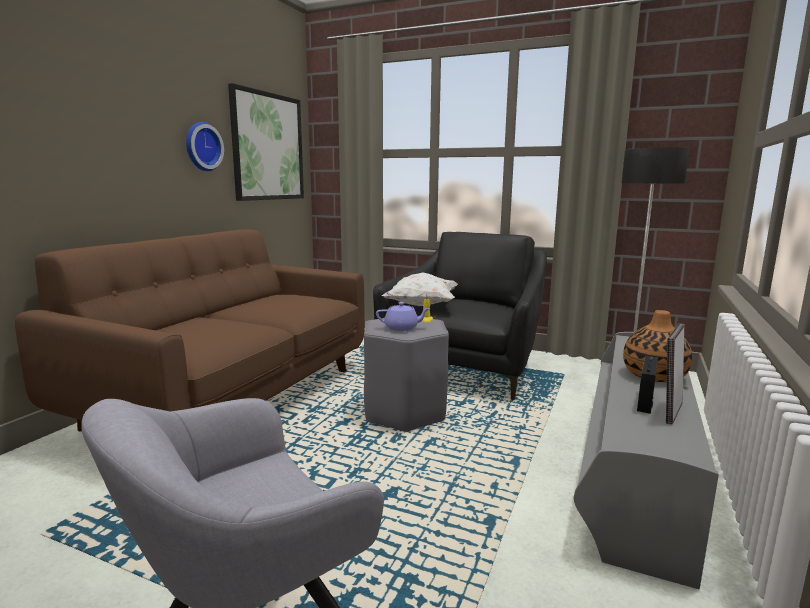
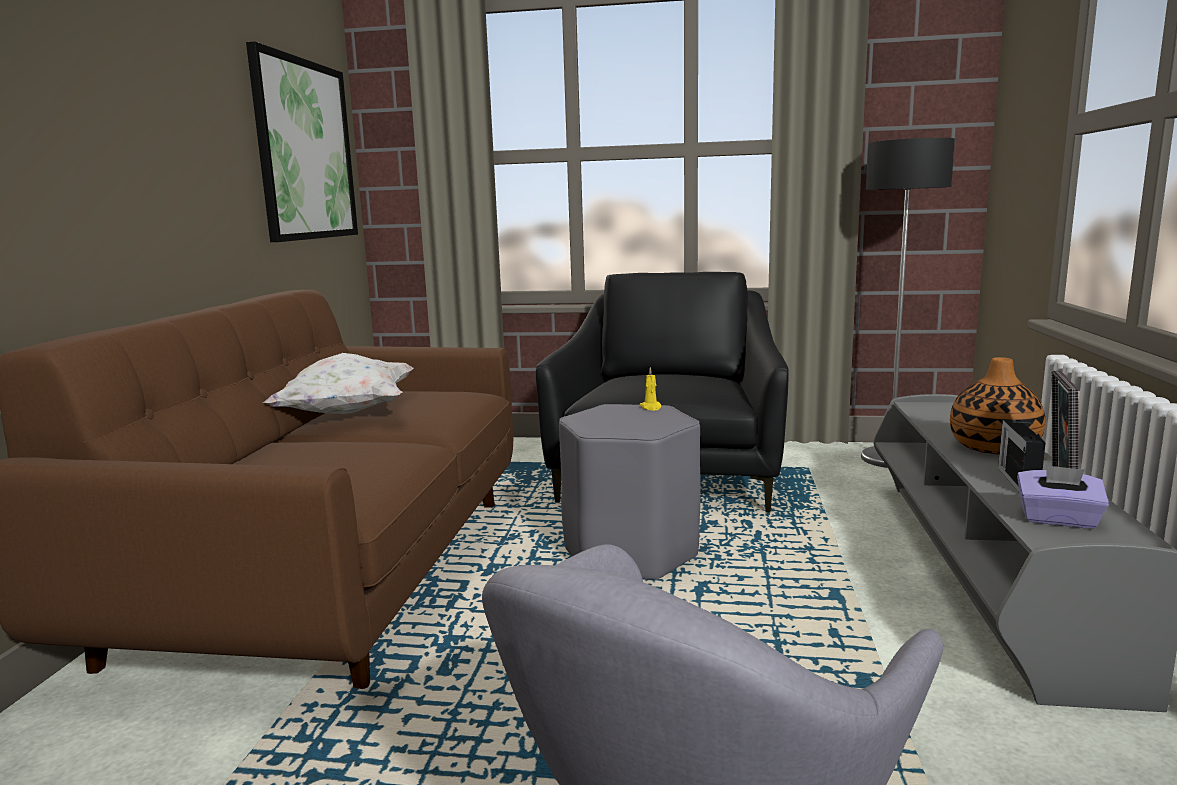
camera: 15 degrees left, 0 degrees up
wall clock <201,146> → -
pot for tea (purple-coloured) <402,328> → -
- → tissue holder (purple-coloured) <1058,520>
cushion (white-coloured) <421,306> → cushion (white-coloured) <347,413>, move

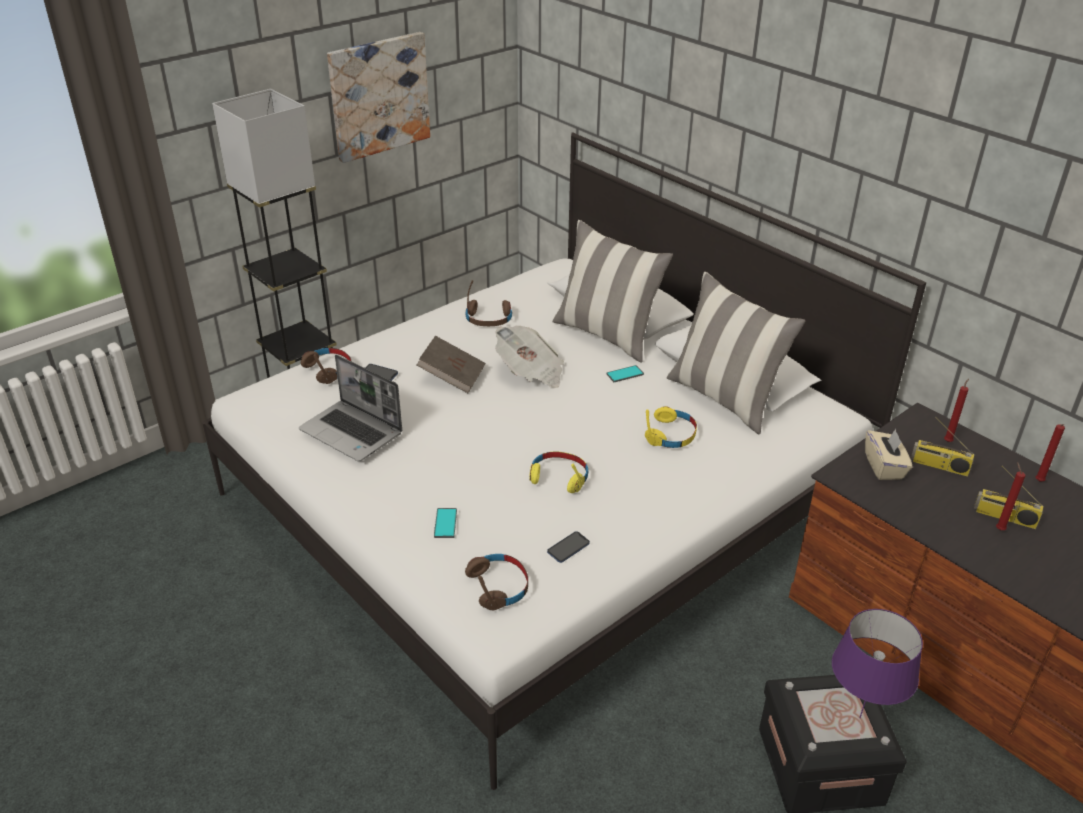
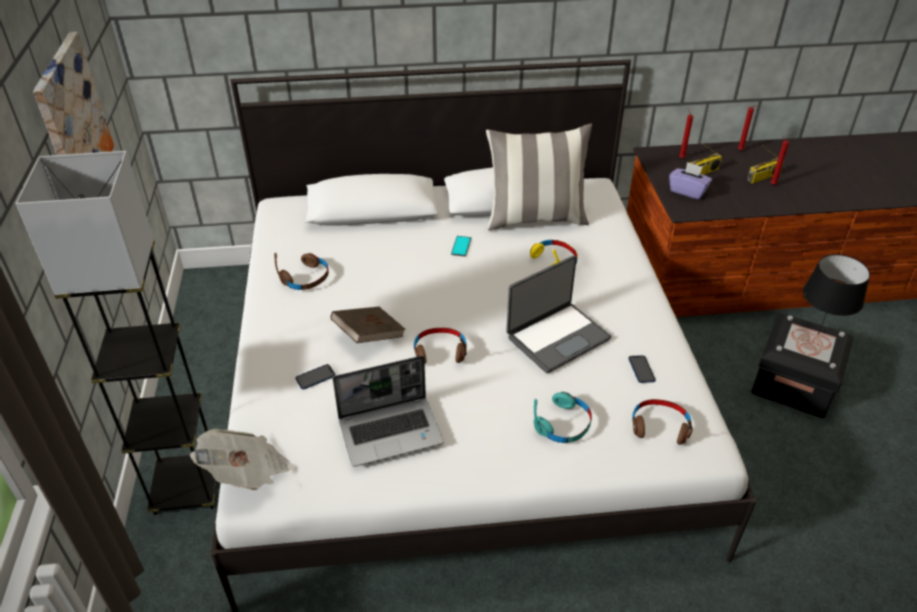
camera: 55 degrees left, 5 degrees up
cushion <607,335> → -
headphones (brown-coloured) <329,370> → headphones (brown-coloured) <440,351>, move
printed paper <530,372> → printed paper <247,473>, move
phone <445,523> → headphones (turquoise) <563,424>
headphones (yellowish) <559,477> → notebook computer <557,337>
table lamp (purple-coloured) <860,718> → table lamp (black-coloured) <818,335>
tissue holder (sand-coloured) <884,467> → tissue holder (purple-coloured) <687,191>

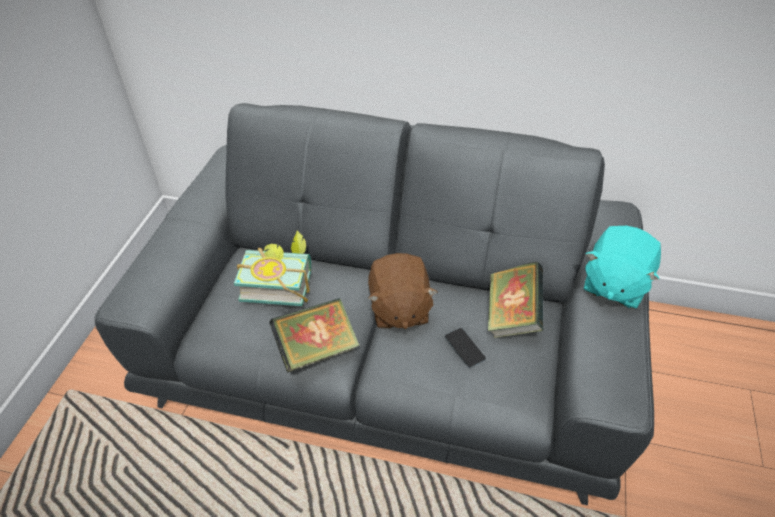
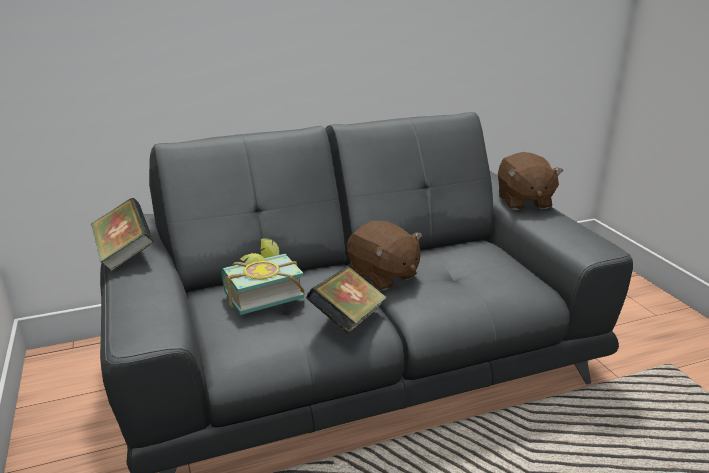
camera: 35 degrees left, 20 degrees down
phone <464,348> → -
book <512,315> → book <125,254>, move
plush toy (turquoise) <614,284> → plush toy (brown-coloured) <523,202>

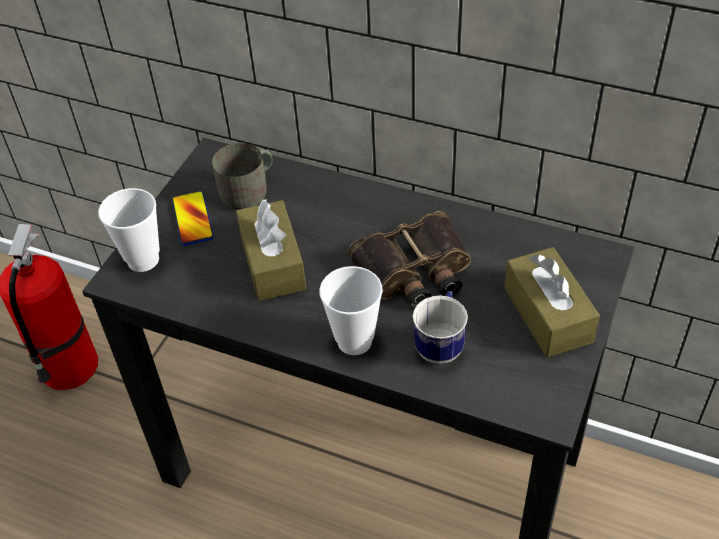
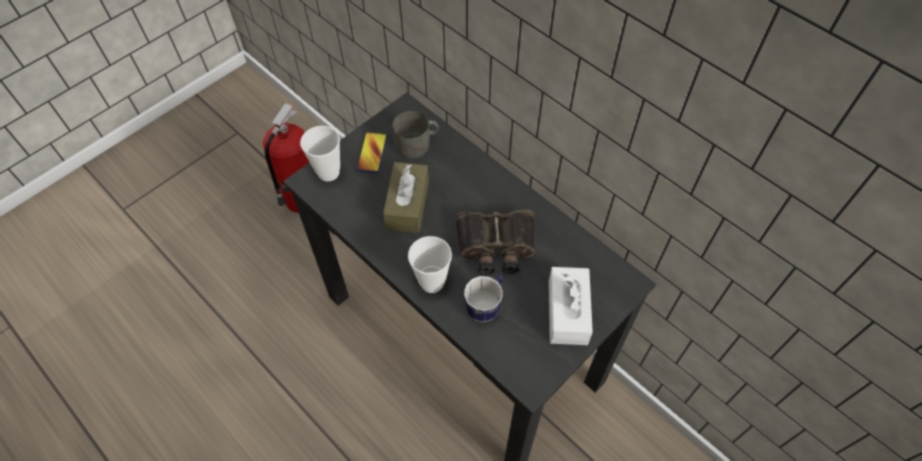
camera: 20 degrees right, 10 degrees up
tissue holder (brown-coloured) <547,314> → tissue holder (white-coloured) <567,312>

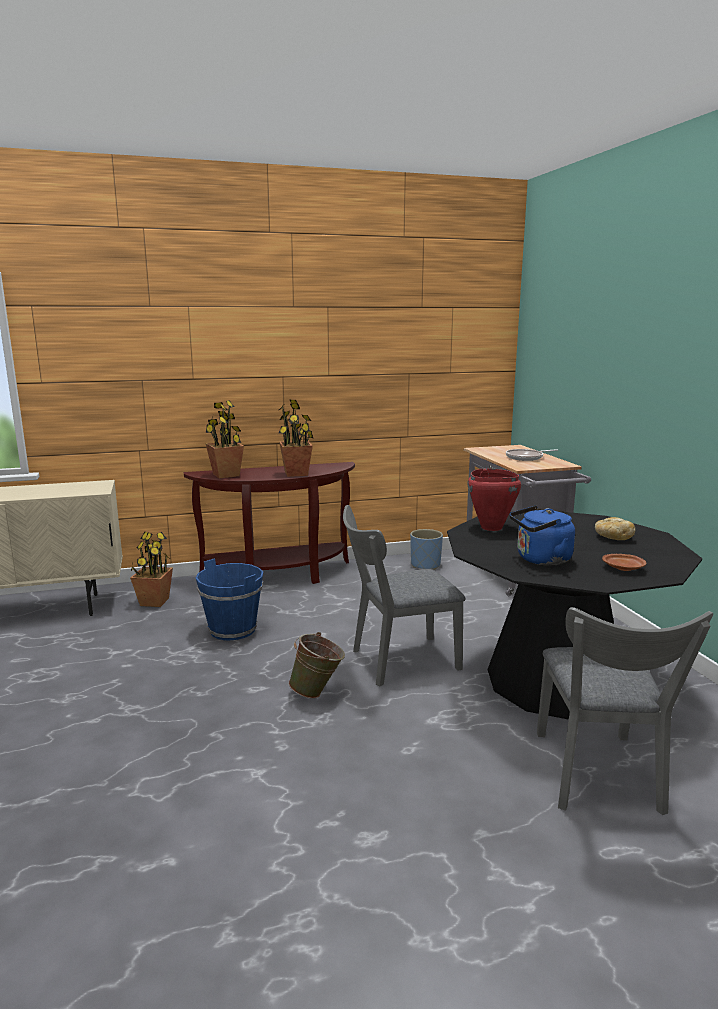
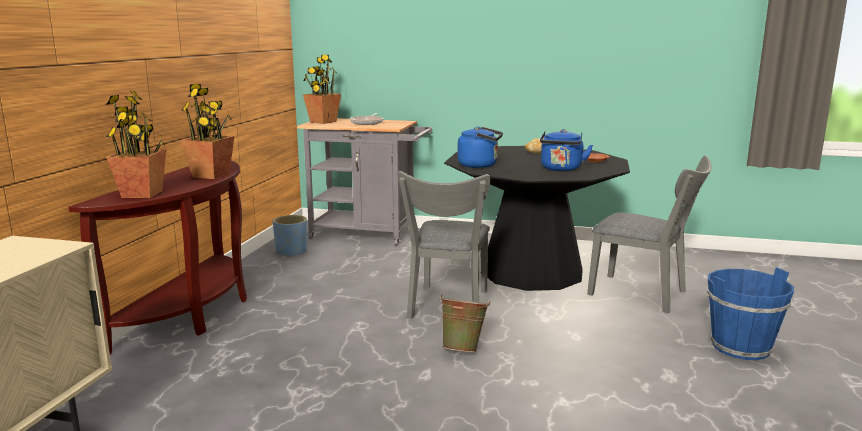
camera: 60 degrees left, 0 degrees up
plant in a pot <154,602> → plant in a pot <323,122>, move
pail (bluish) <233,629> → pail (bluish) <740,347>, move
cooking pot (red) <491,528> → water kettle (bluish) <480,165>

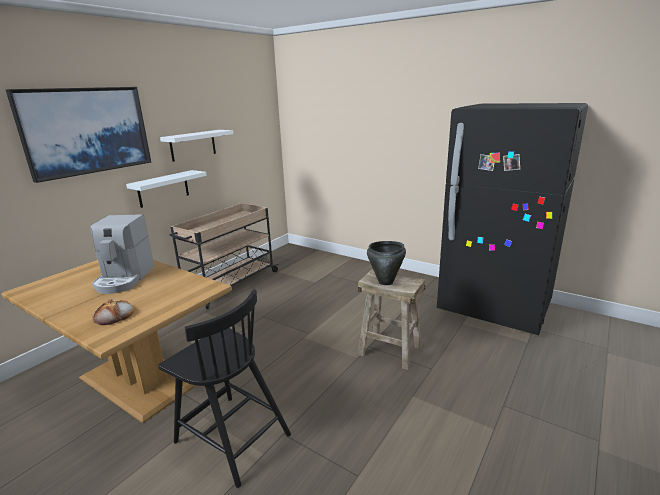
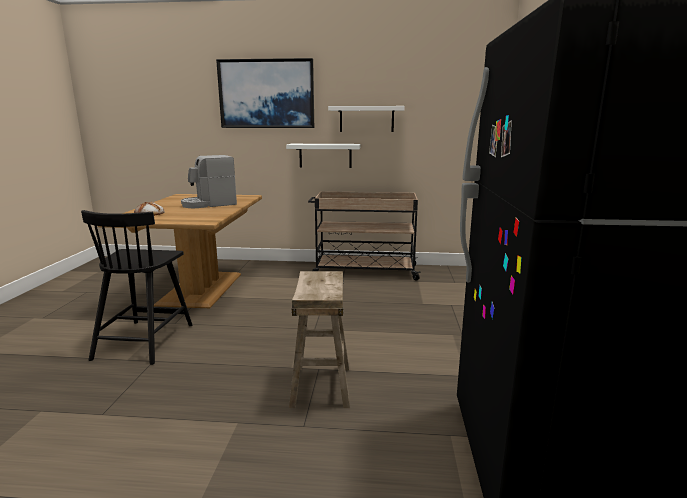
camera: 60 degrees right, 5 degrees down
cooking pot (black-coloured) <386,282> → -

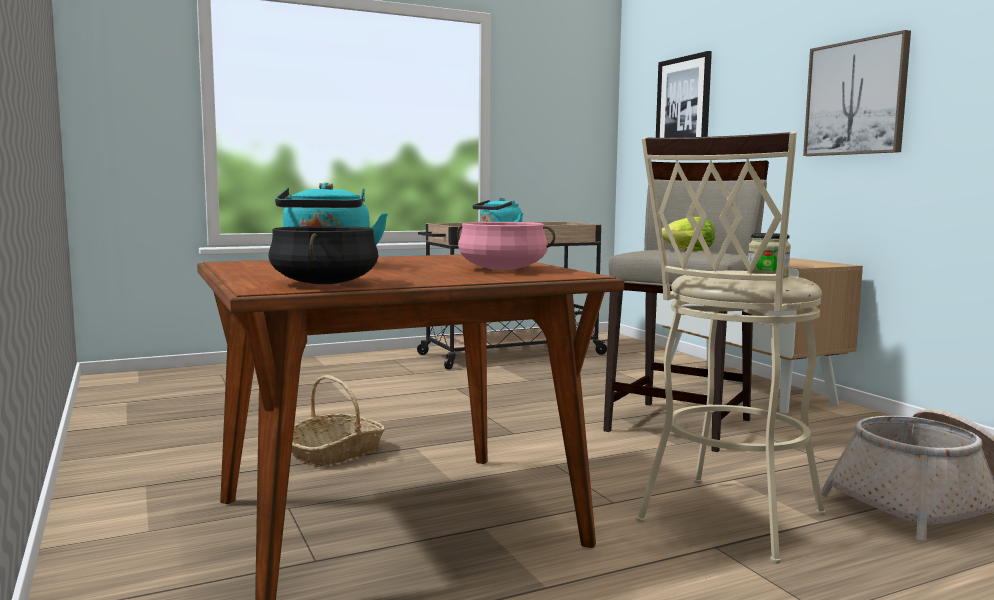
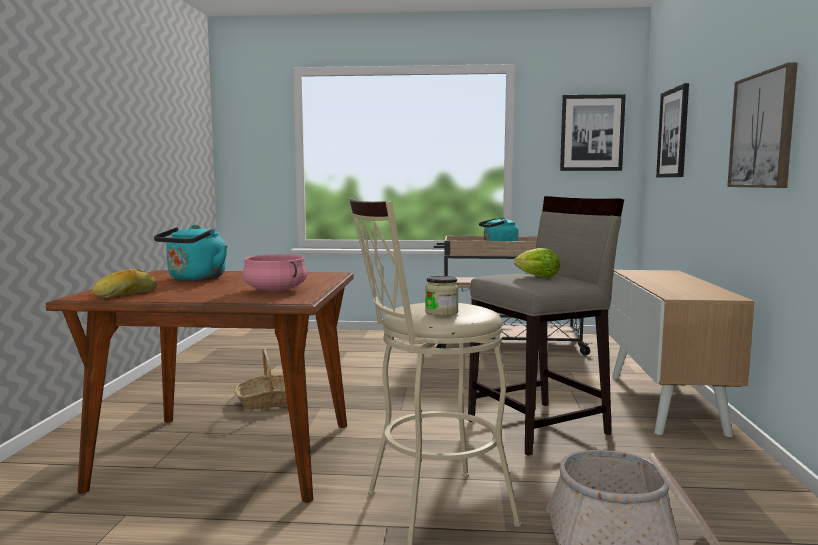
camera: 30 degrees right, 0 degrees up
- → picture <592,133>
cooking pot (black-coloured) <325,283> → baked bread <126,294>

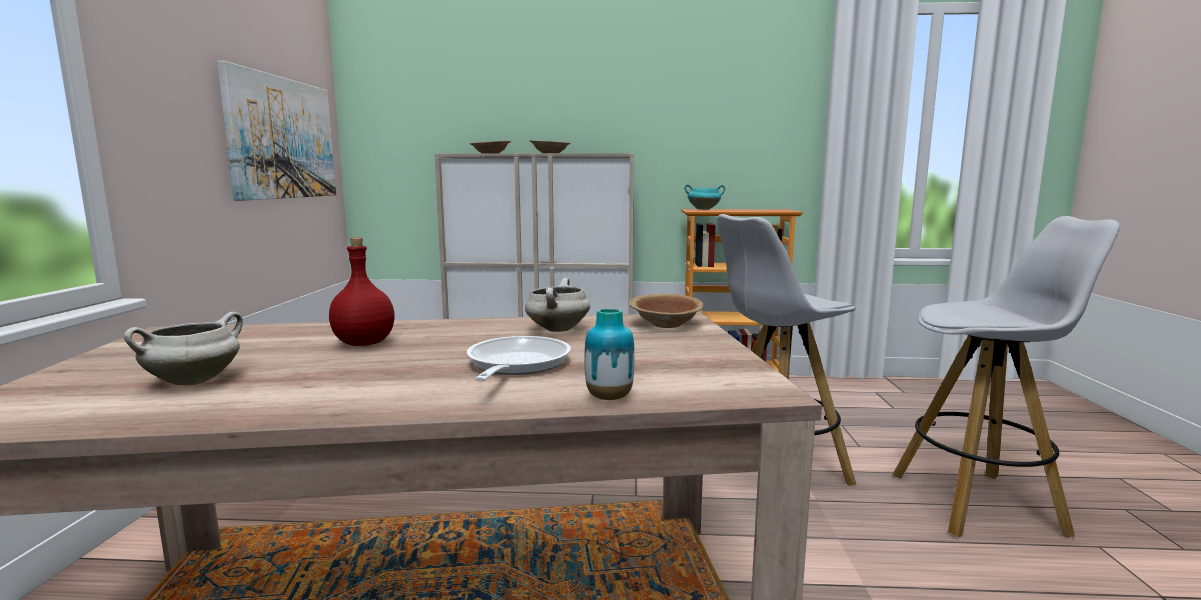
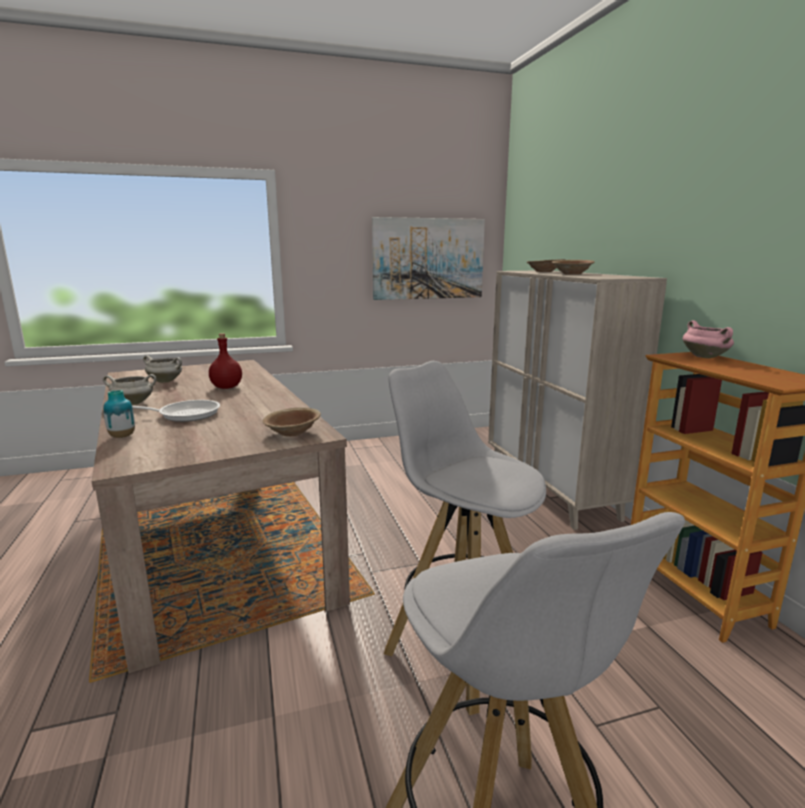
camera: 70 degrees right, 5 degrees up
cooking pot (white-coloured) <557,329> → cooking pot (white-coloured) <134,403>, move
cooking pot (turquoise) <704,209> → cooking pot (pink) <706,357>

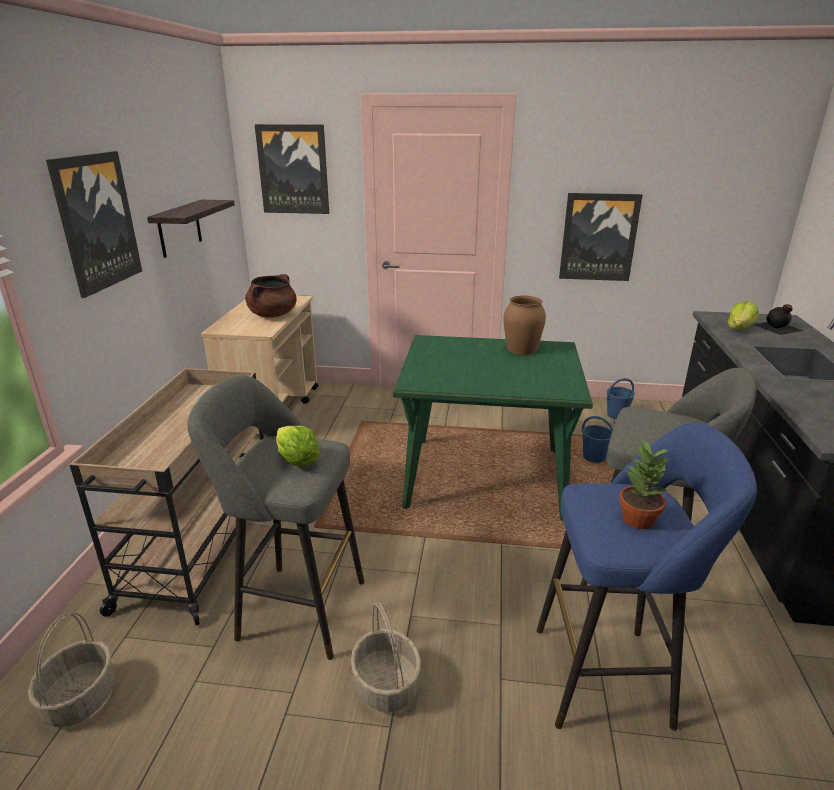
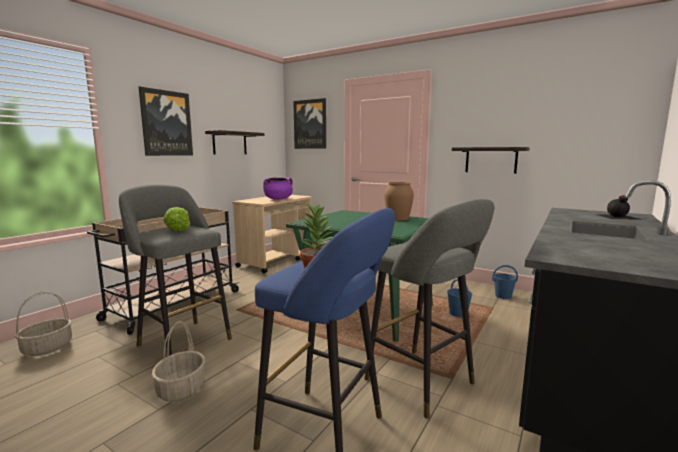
camera: 25 degrees right, 15 degrees down
head of lettuce <740,329> → -
picture <598,237> → bracket shelf <491,160>
cooking pot (brown-coloured) <273,315> → cooking pot (purple-coloured) <278,199>

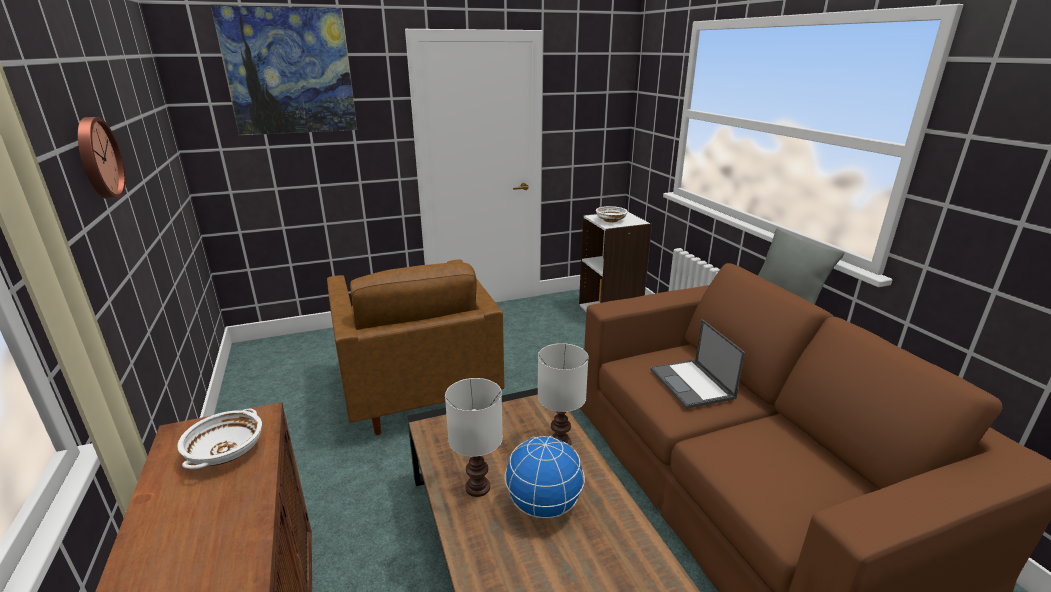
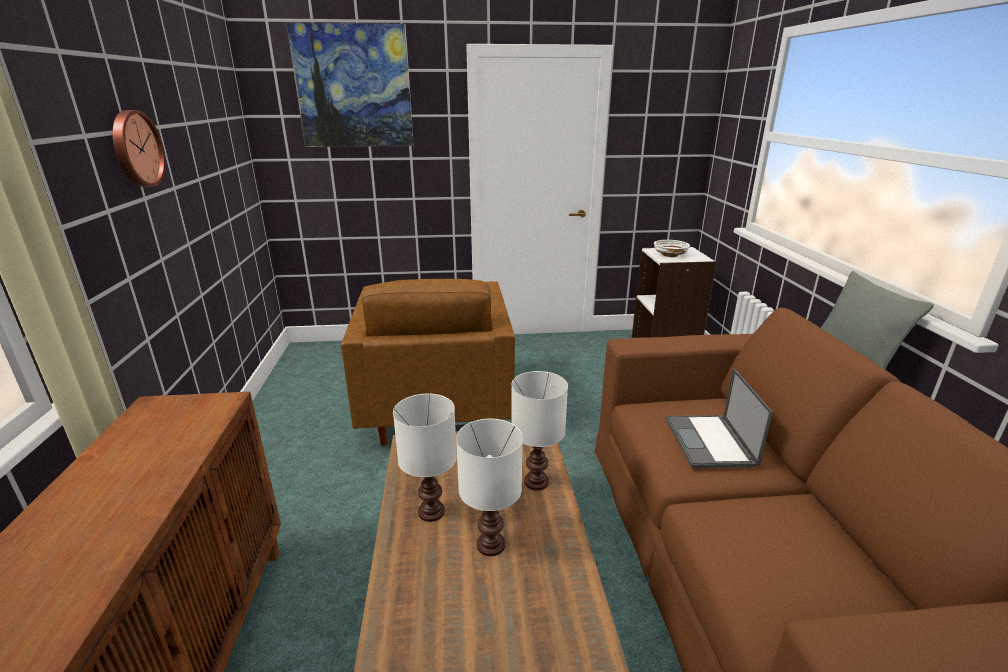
camera: 15 degrees right, 0 degrees up
serving bowl (white-coloured) <226,452> → -
world globe <544,505> → table lamp (white-coloured) <492,544>

